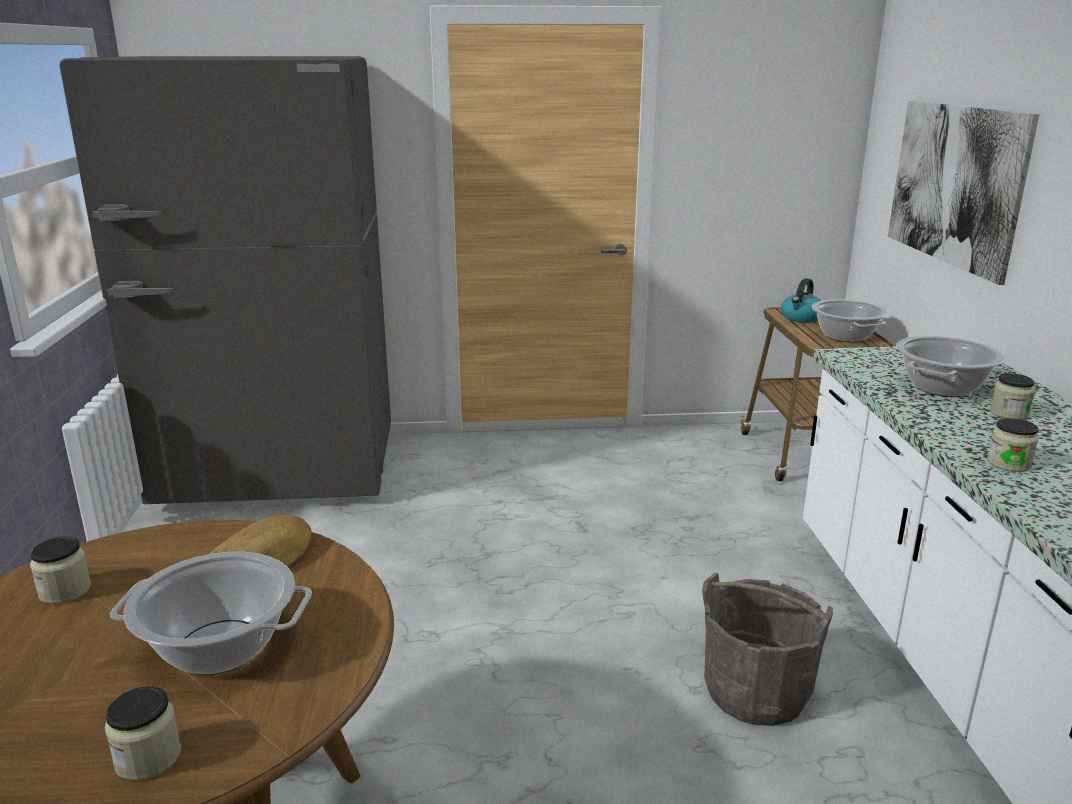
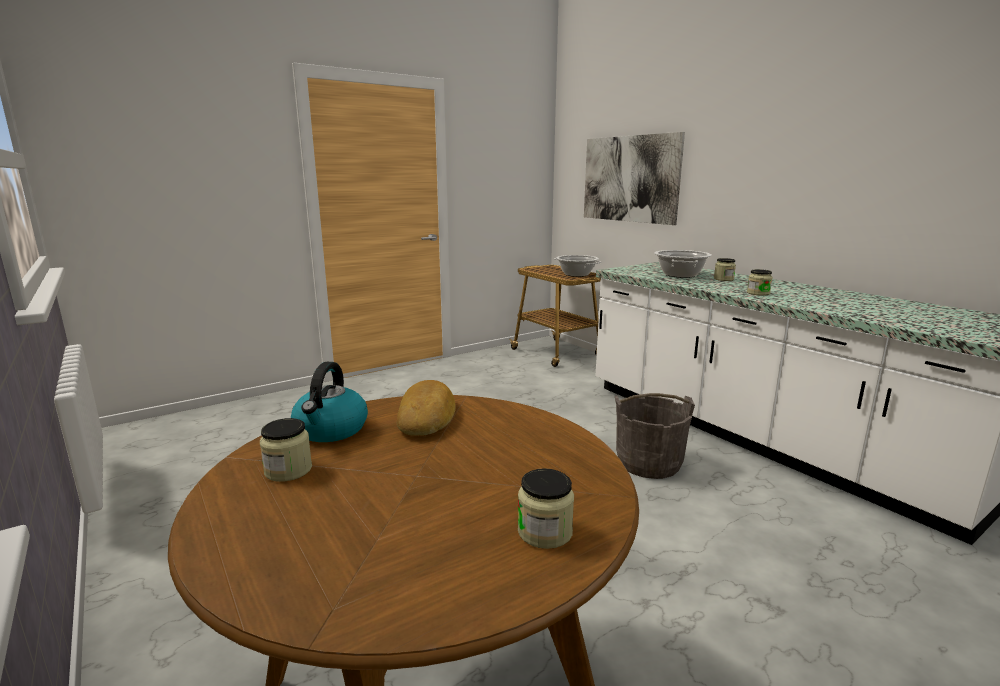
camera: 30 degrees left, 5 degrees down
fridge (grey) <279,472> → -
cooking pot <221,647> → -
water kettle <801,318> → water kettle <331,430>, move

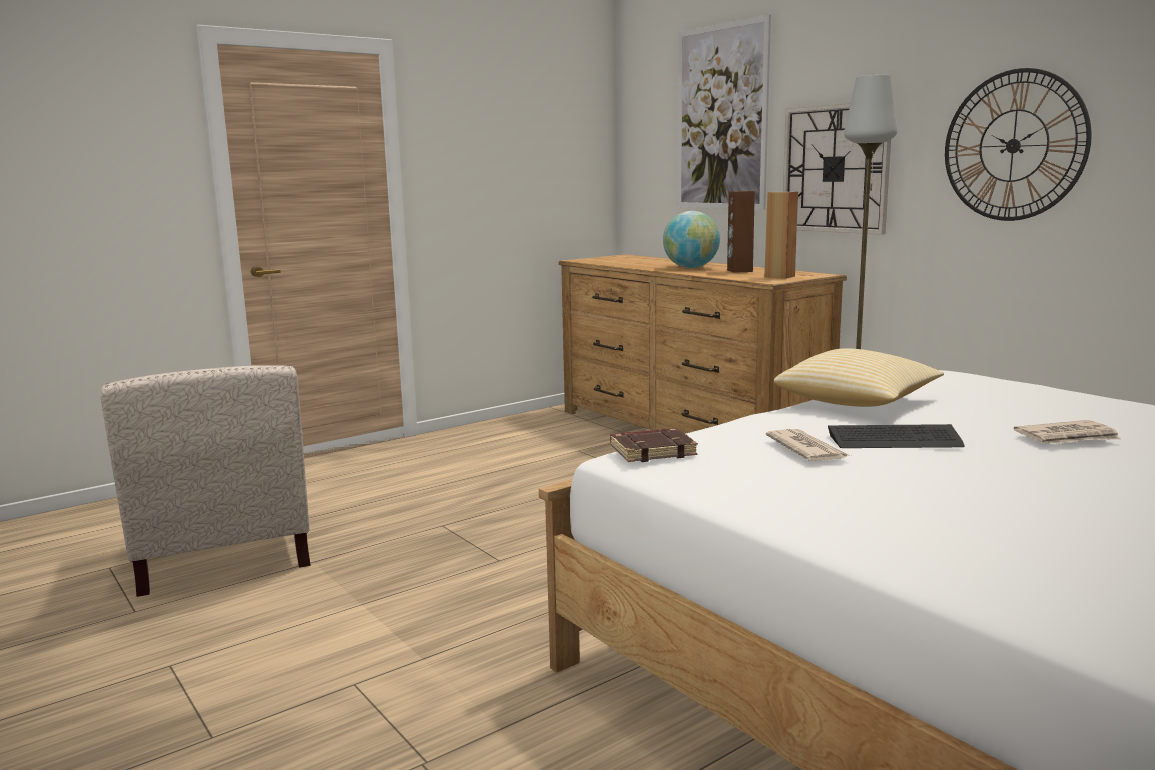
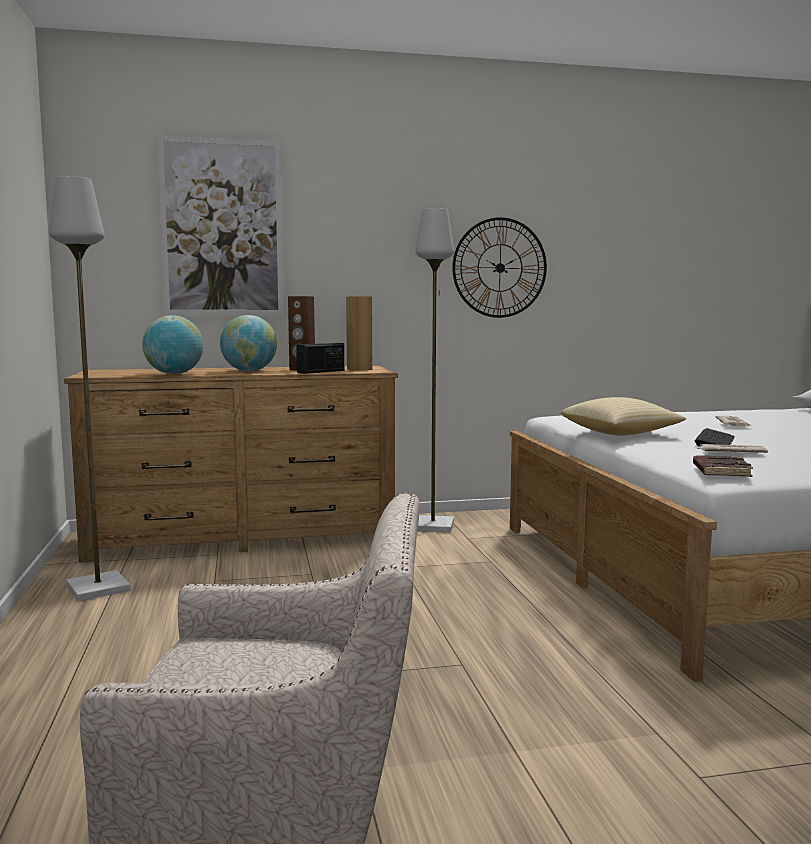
camera: 65 degrees left, 5 degrees down
wall clock <835,169> → -
- → standard lamp (grey) <99,588>
- → world globe <174,374>
- → radio <321,371>

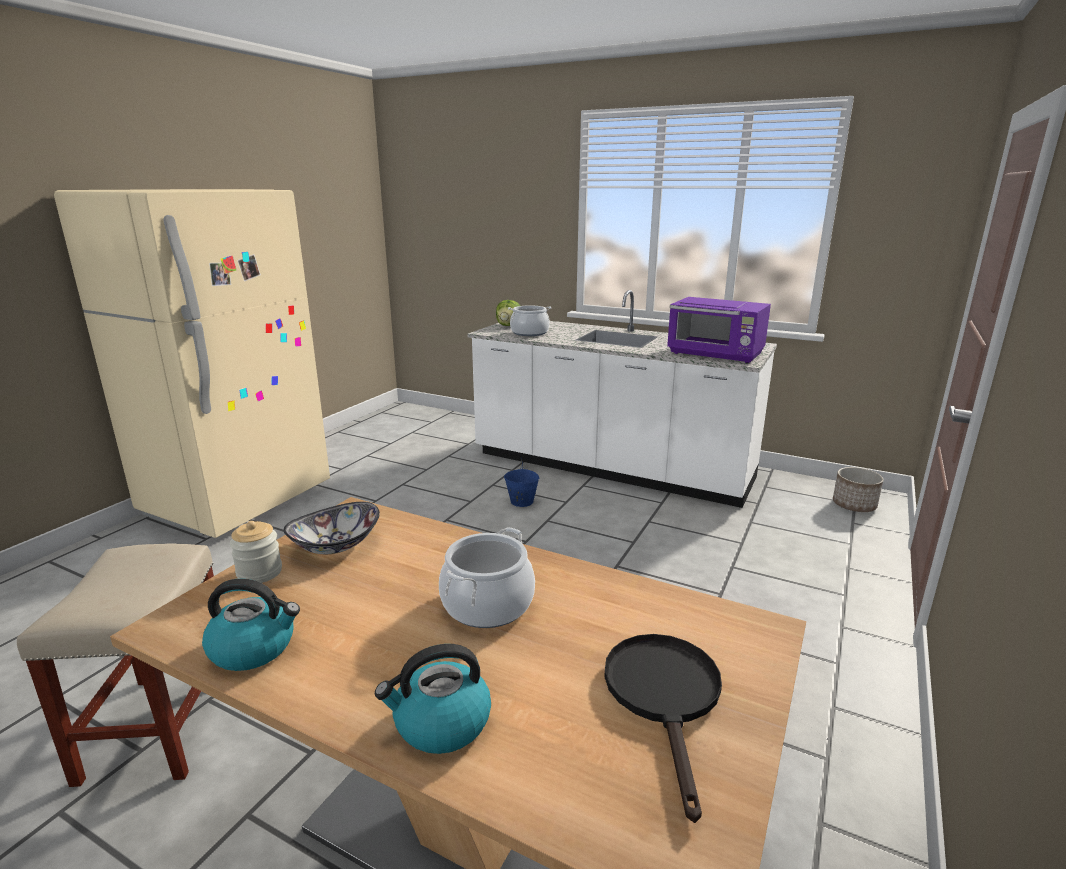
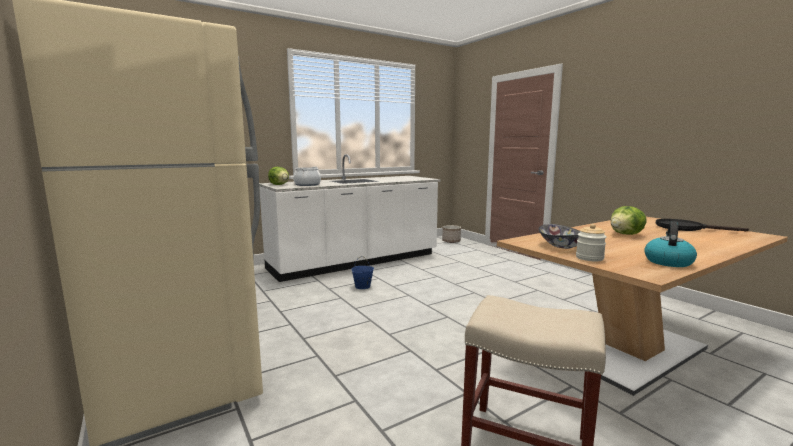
camera: 60 degrees left, 10 degrees down
water kettle <441,723> → -
microwave oven (purple-coloured) <716,355> → -
cooking pot <488,604> → head of lettuce <626,234>

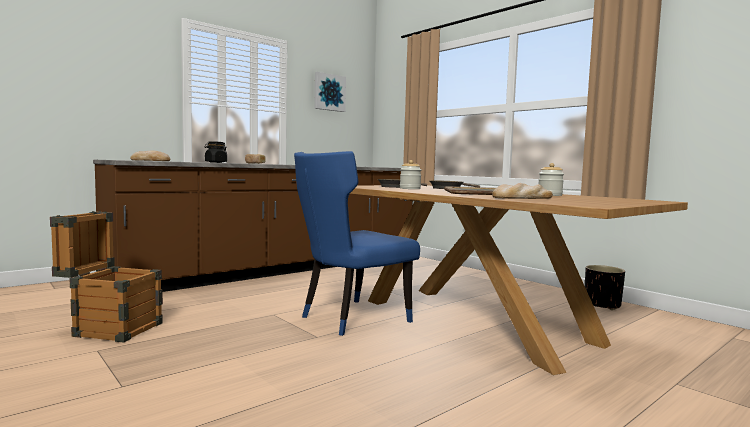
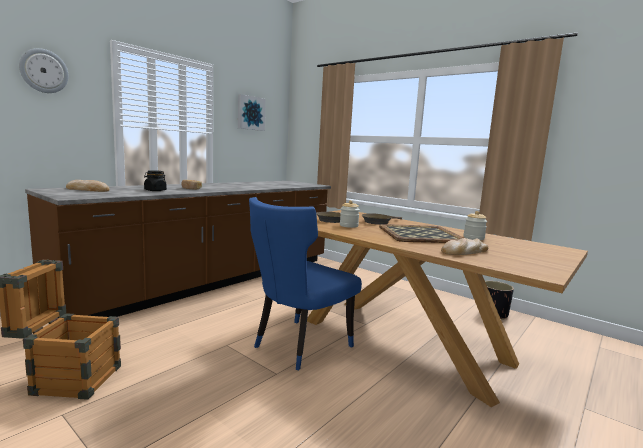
camera: 10 degrees left, 5 degrees up
- → wall clock <44,71>

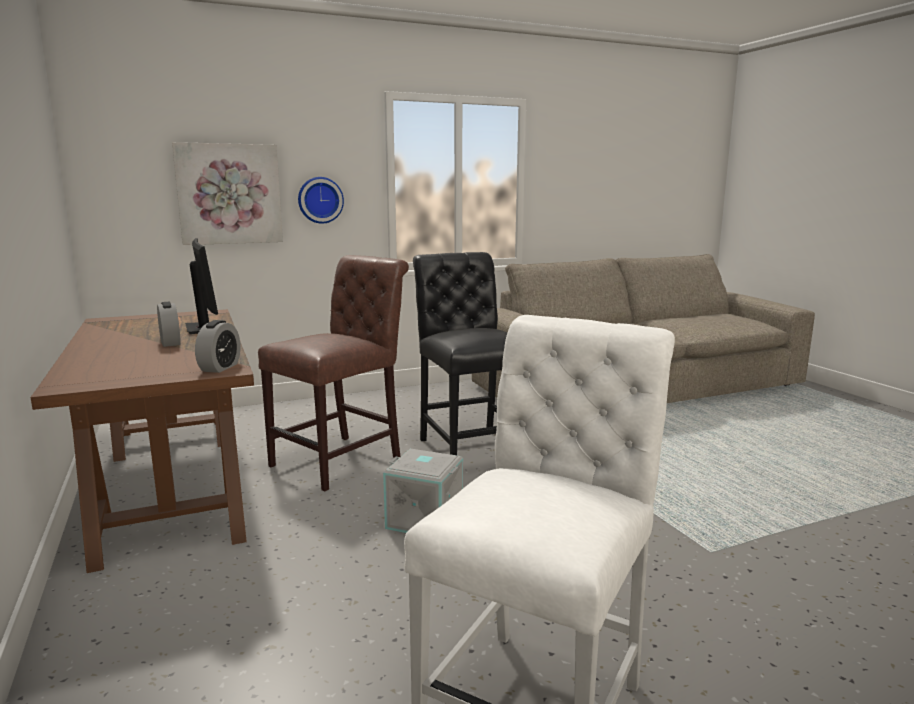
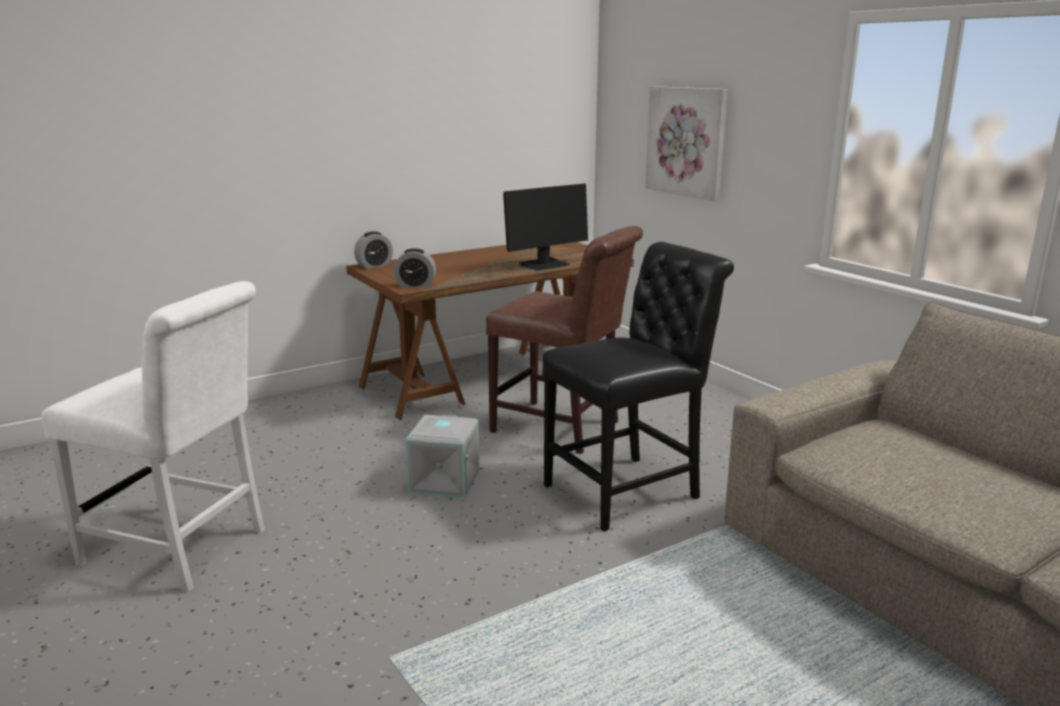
camera: 80 degrees right, 5 degrees up
wall clock <320,200> → -
table clock <170,343> → table clock <374,265>, move

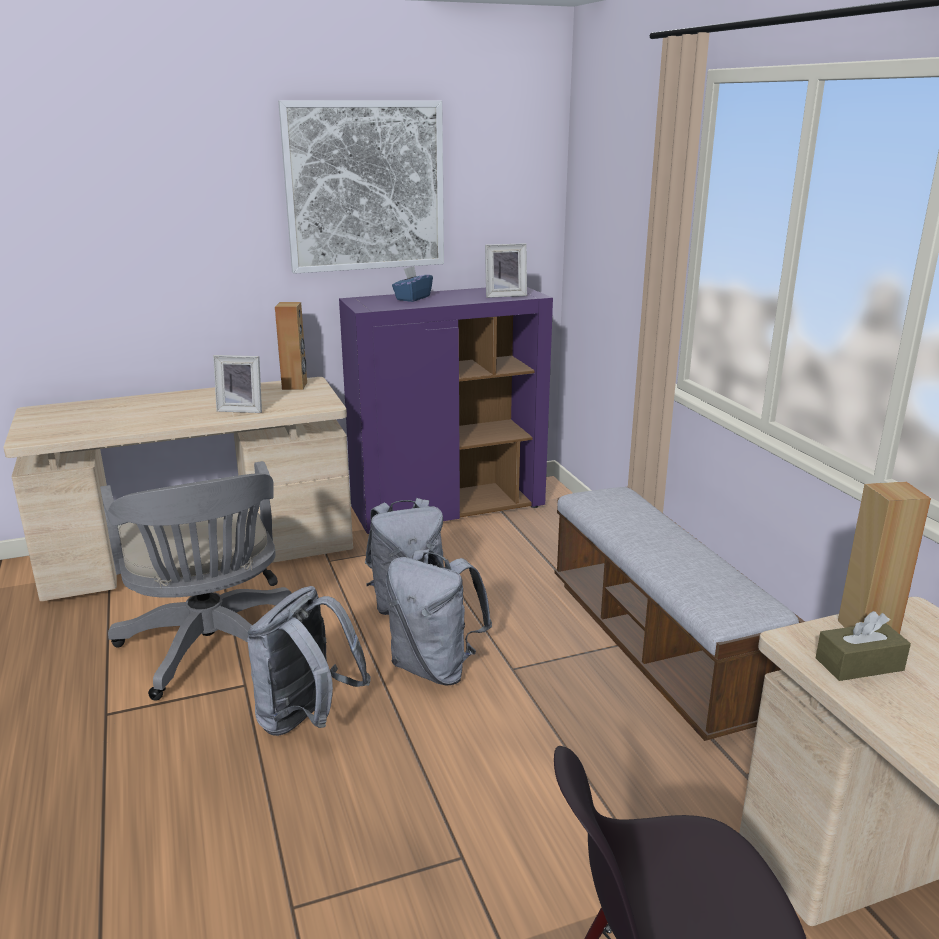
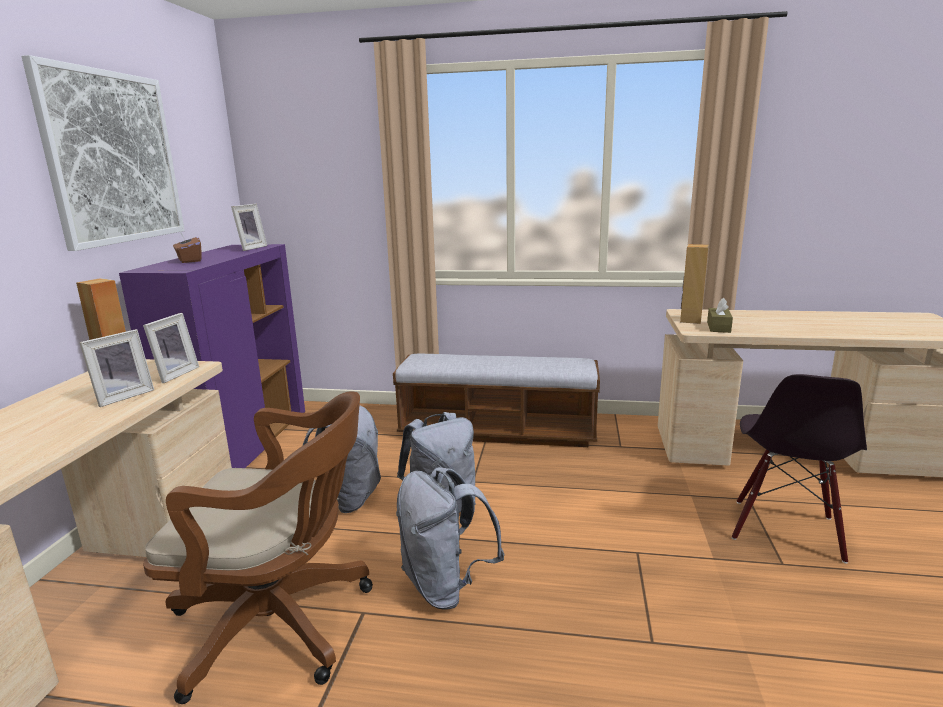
camera: 60 degrees left, 5 degrees down
- → standing frame <174,374>
desk chair (grey) <211,650> → desk chair (brown-coloured) <282,624>
tissue holder (bluish) <412,298> → tissue holder (brown-coloured) <189,260>

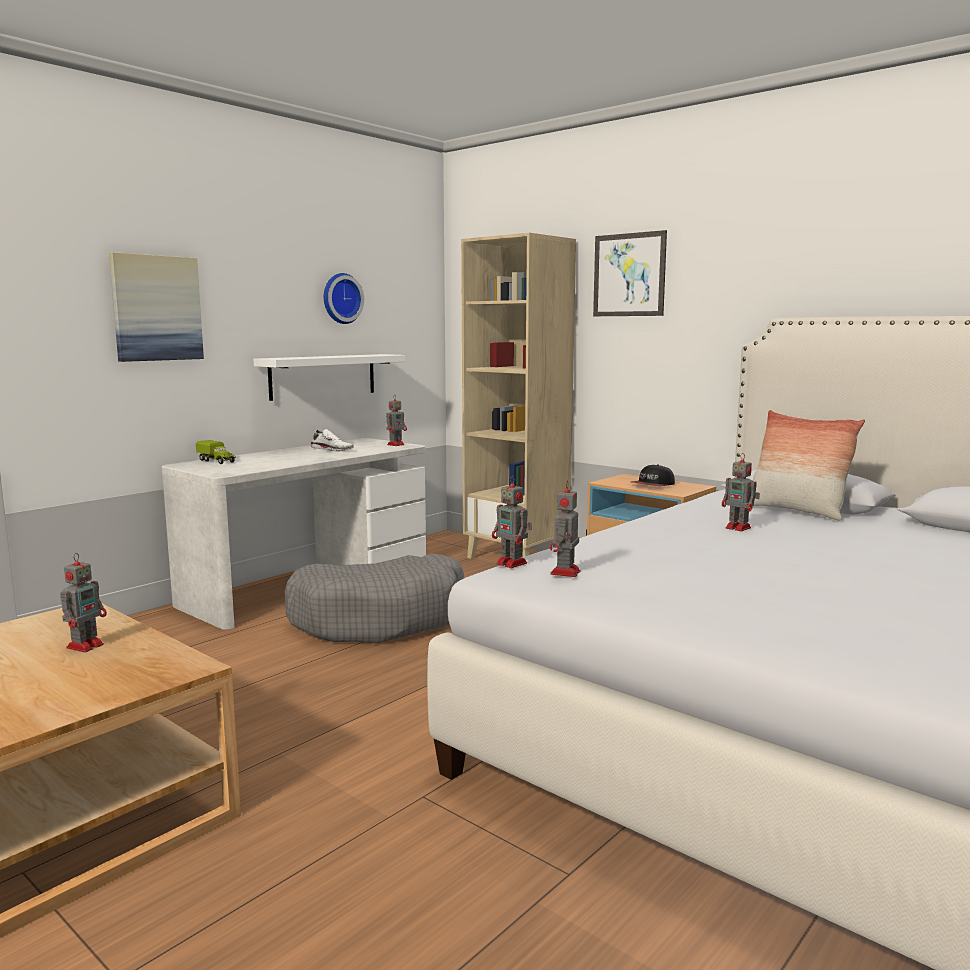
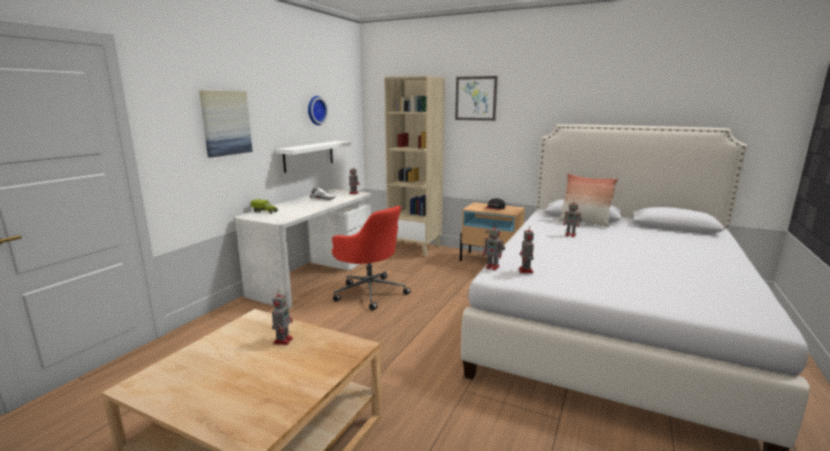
camera: 15 degrees left, 5 degrees up
dog cushion (grey) <380,619> → desk chair (red) <370,292>

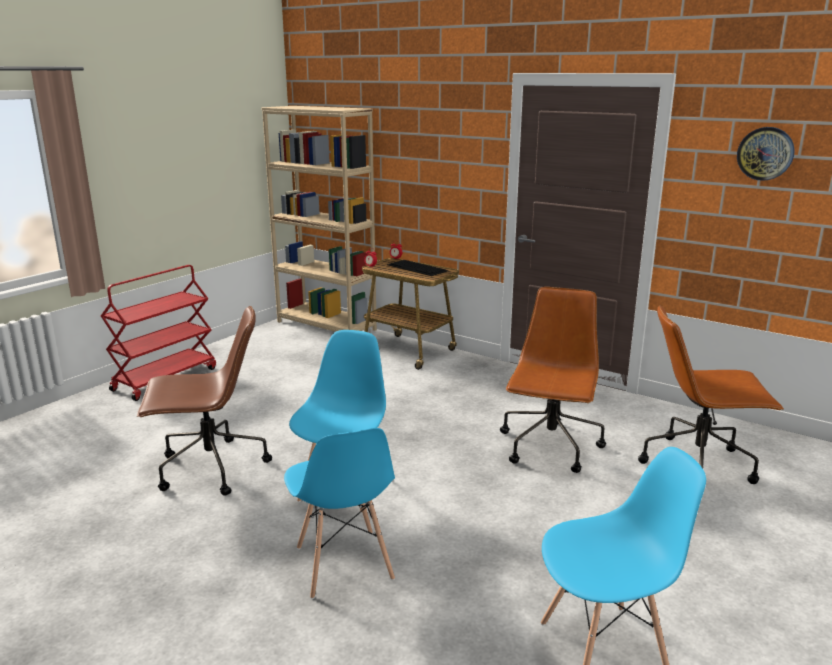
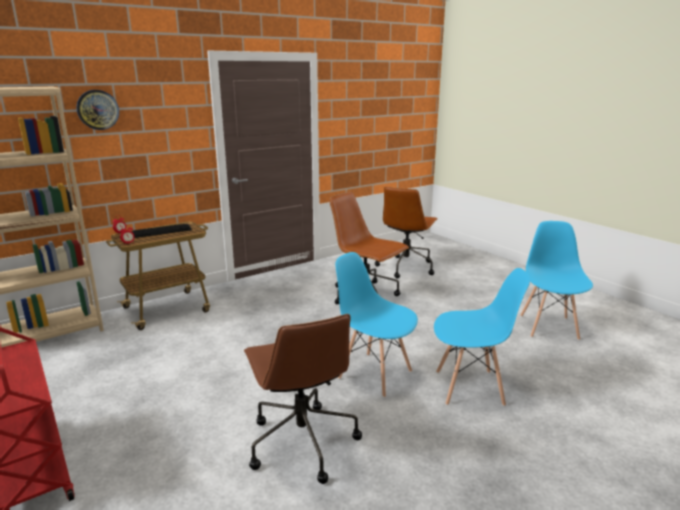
camera: 70 degrees left, 0 degrees up
wall clock <765,153> → wall clock <98,109>, move
desk chair (brown-coloured) <210,468> → desk chair (brown-coloured) <301,441>, 150 degrees clockwise

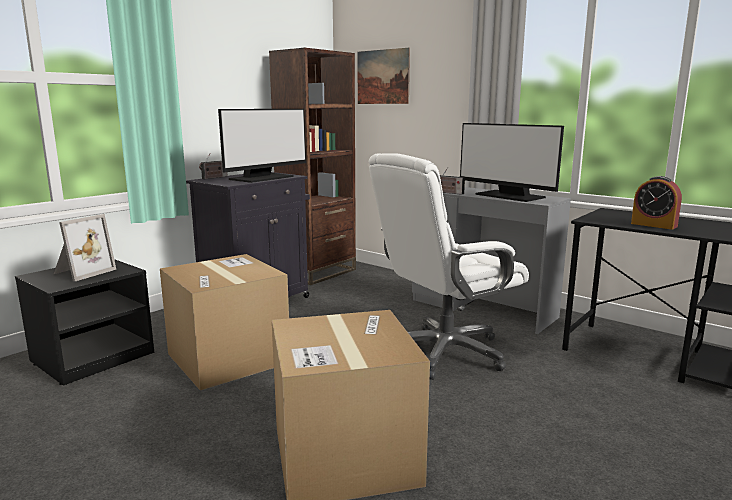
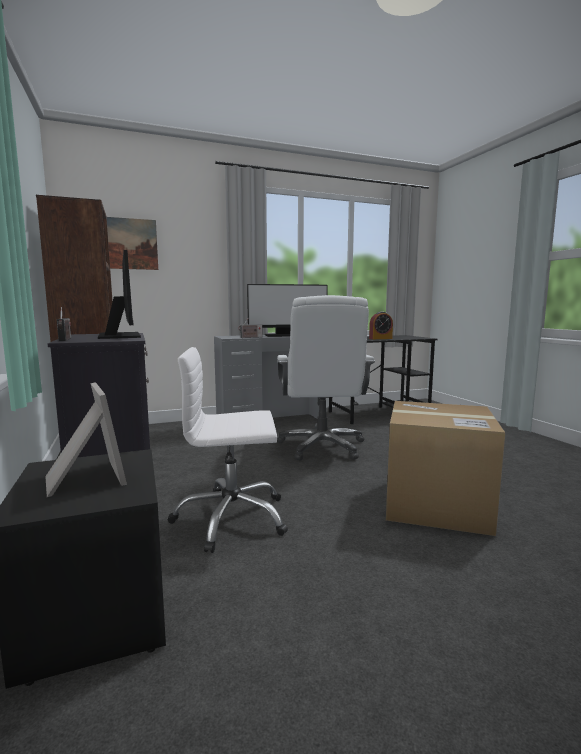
camera: 60 degrees left, 5 degrees down
cardboard box <228,358> → desk chair (white-coloured) <231,518>

